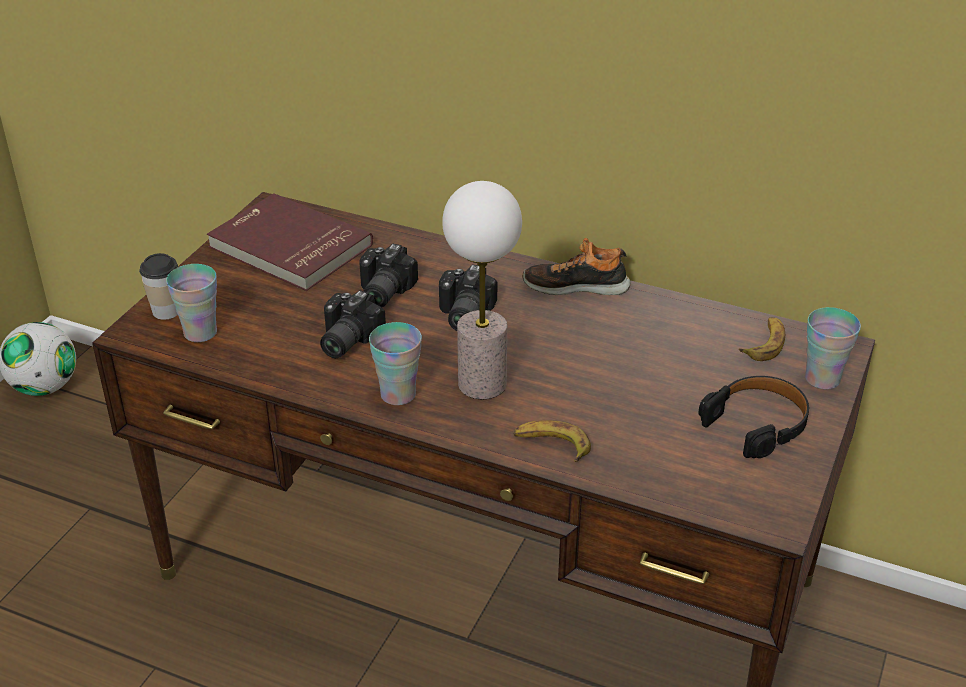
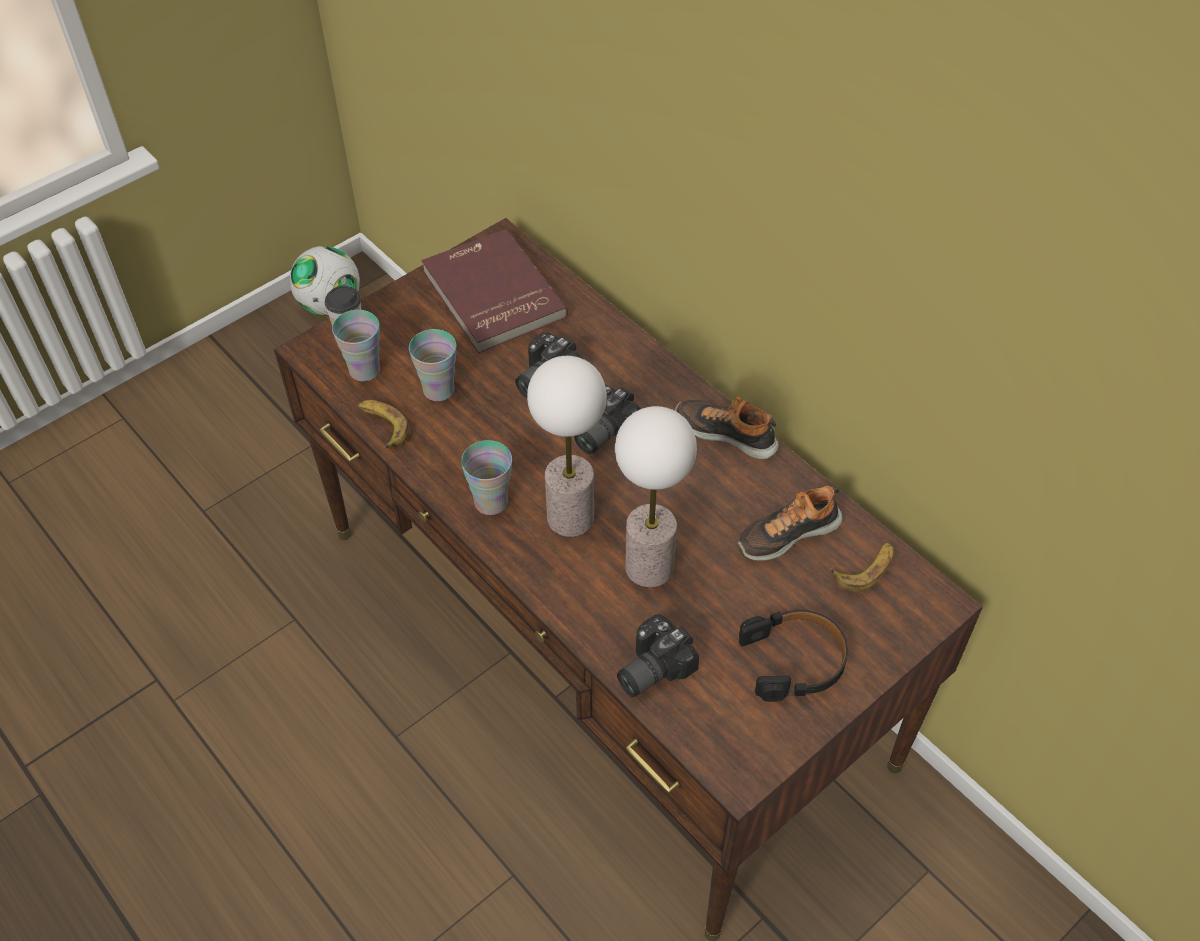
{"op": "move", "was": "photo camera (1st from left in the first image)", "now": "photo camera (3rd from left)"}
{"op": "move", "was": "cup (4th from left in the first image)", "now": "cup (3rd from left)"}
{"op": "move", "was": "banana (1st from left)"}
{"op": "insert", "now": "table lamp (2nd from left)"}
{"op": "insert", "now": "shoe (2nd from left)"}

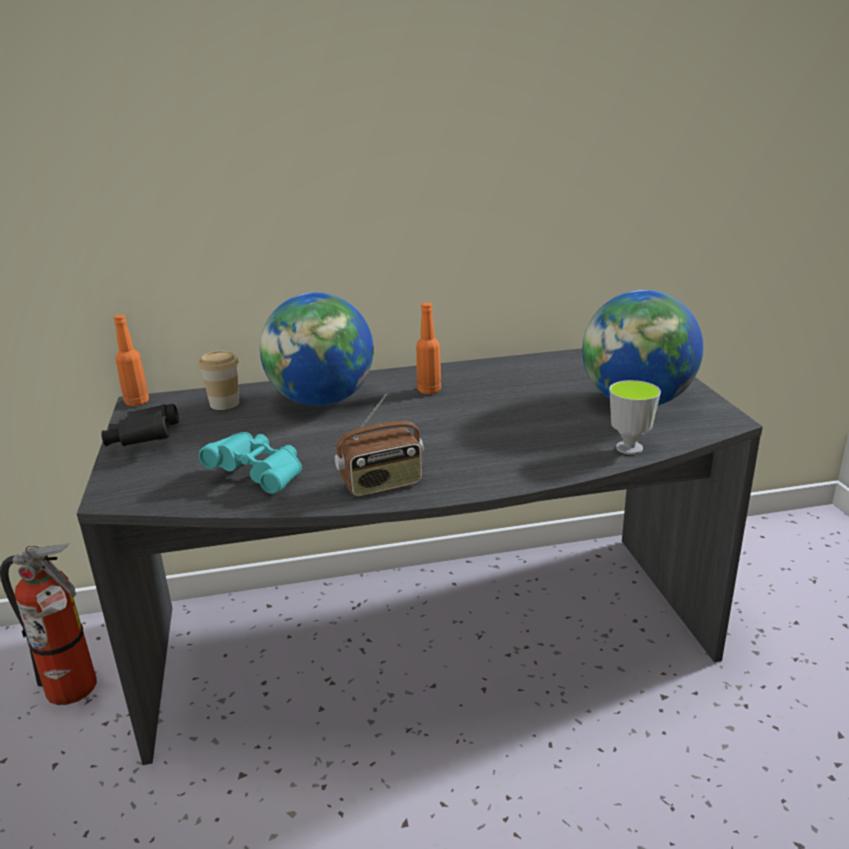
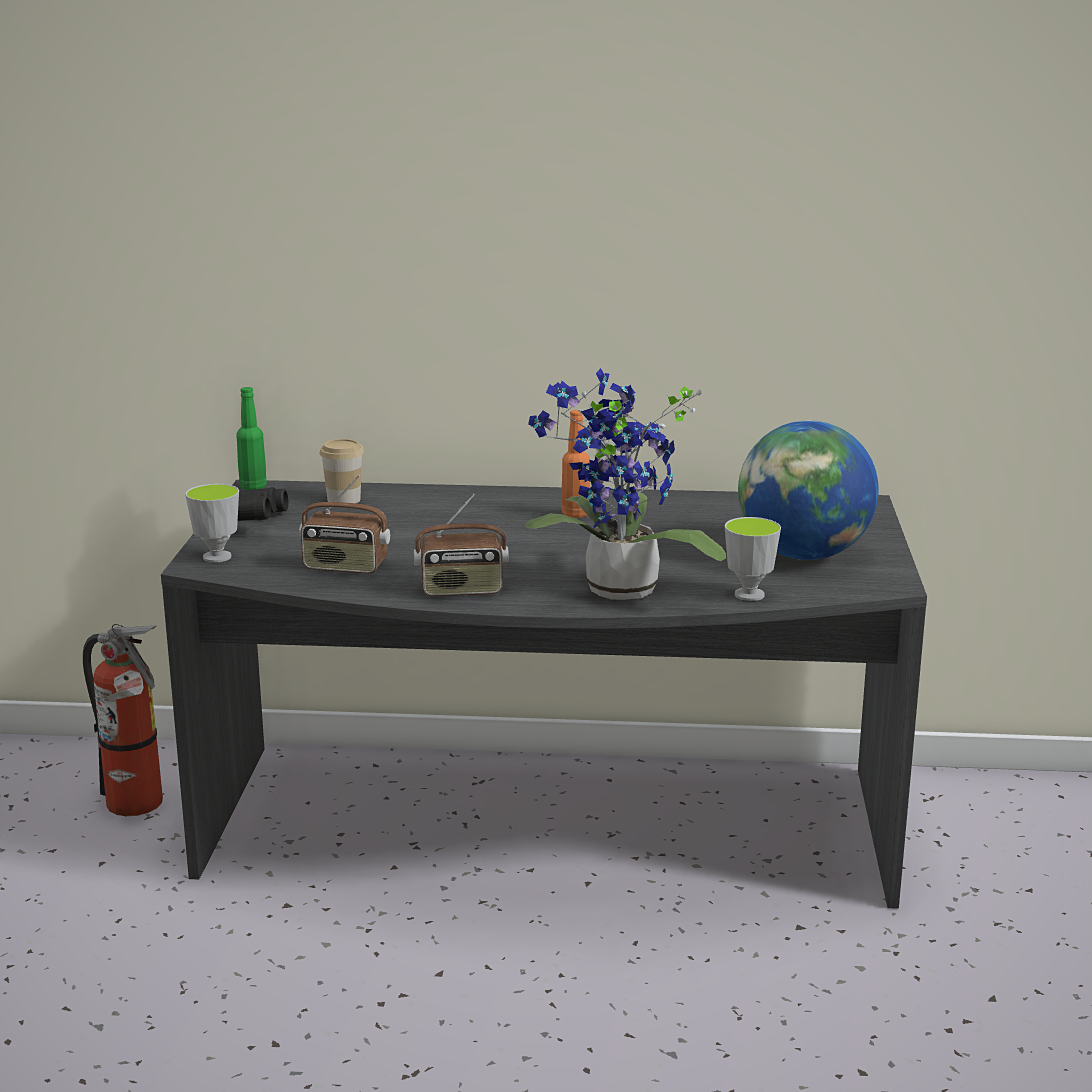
{"op": "delete", "was": "globe (1st from left)"}
{"op": "recolor", "was": "orange bottle (1st from left)", "now": "green bottle"}
{"op": "replace", "was": "turquoise binoculars", "now": "radio (1st from left)"}
{"op": "insert", "now": "potted plant"}
{"op": "insert", "now": "cup (1st from left)"}

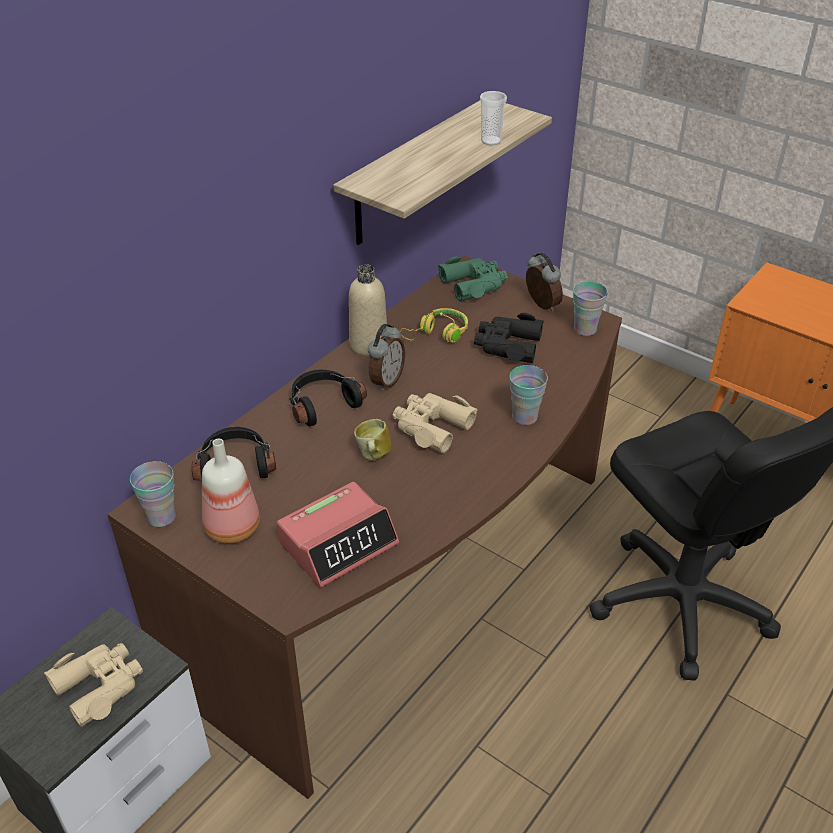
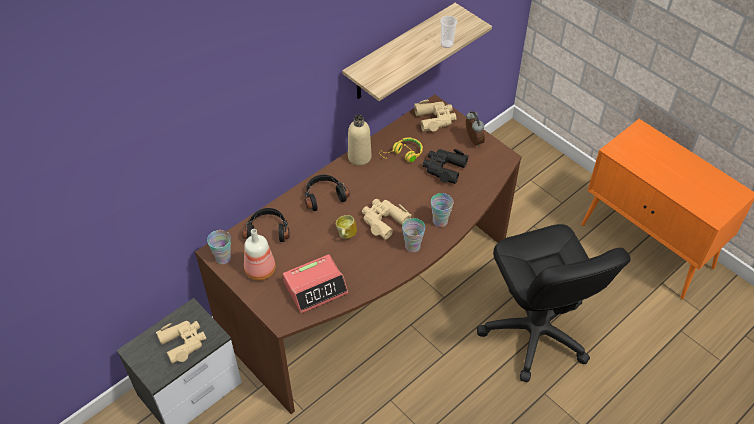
{"op": "recolor", "was": "green binoculars", "now": "beige binoculars (3rd from left)"}
{"op": "move", "was": "cup (4th from left in the first image)", "now": "cup (2nd from left)"}
{"op": "delete", "was": "alarm clock (2nd from left)"}

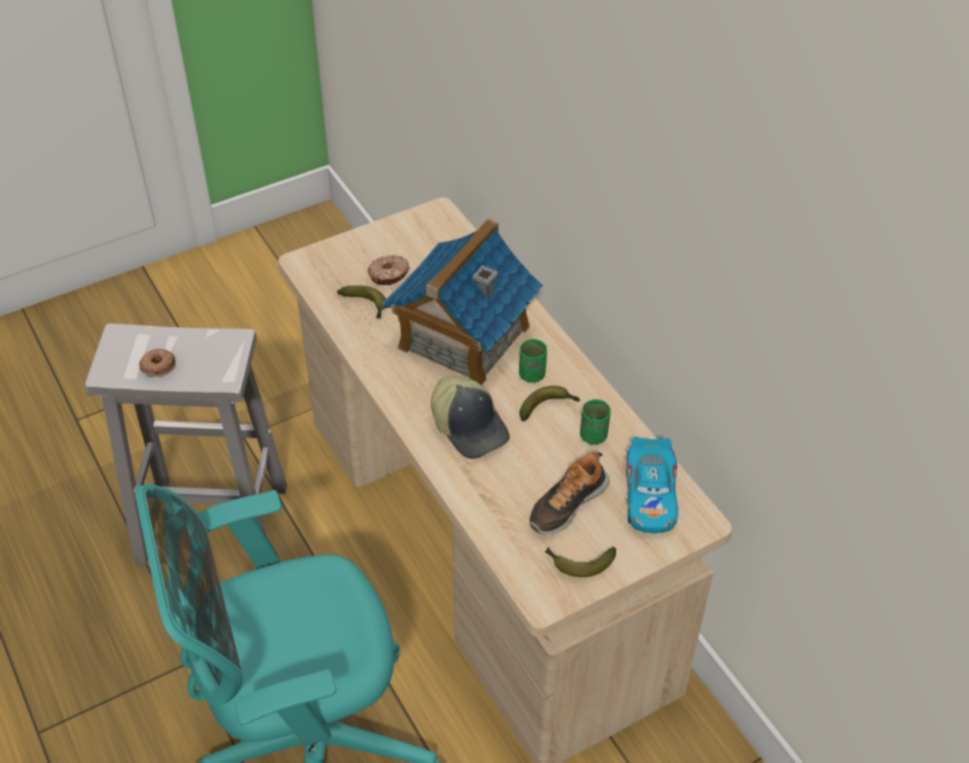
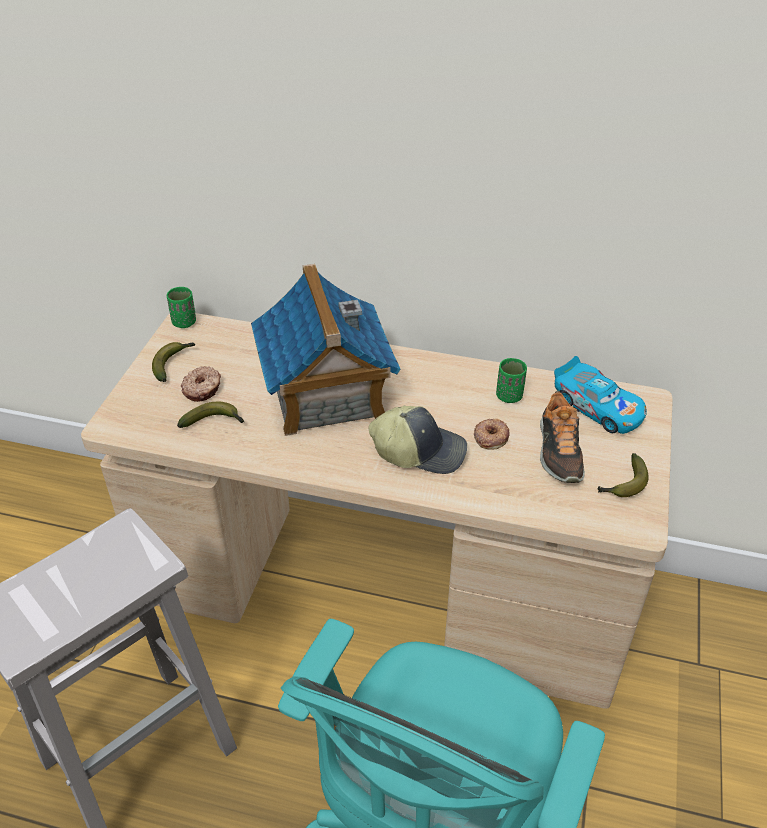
{"op": "move", "was": "green cup (1st from left)"}
{"op": "move", "was": "donut (1st from left in the first image)", "now": "donut (2nd from left)"}
{"op": "move", "was": "banana (2nd from left in the first image)", "now": "banana (1st from left)"}

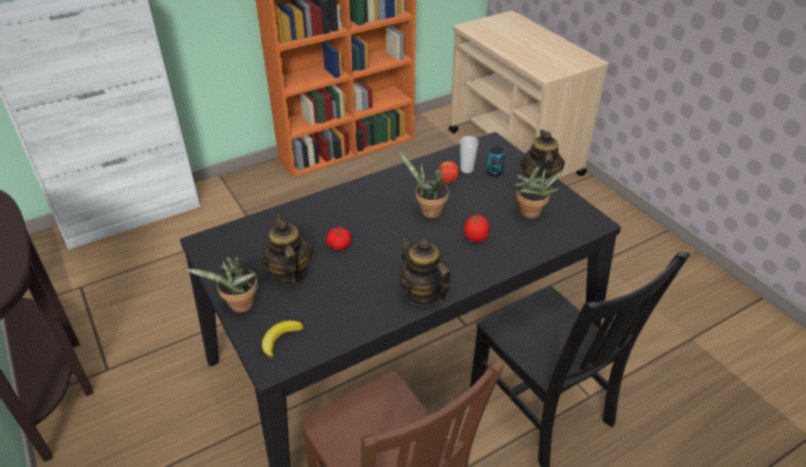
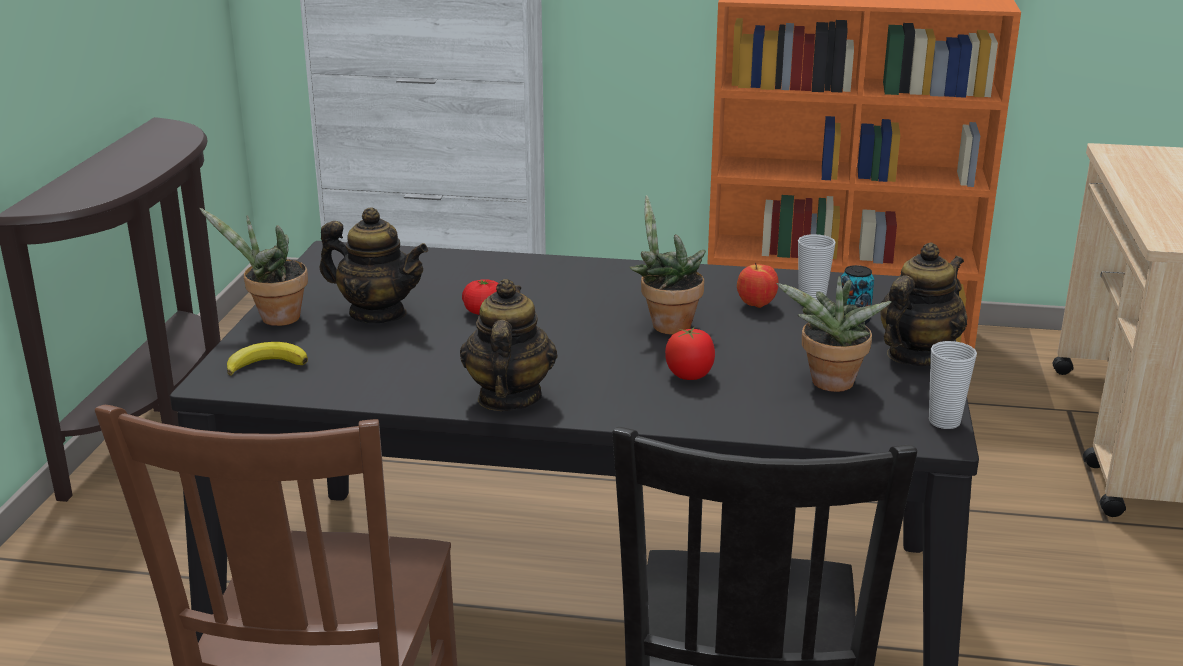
{"op": "rotate", "was": "teapot (1st from left)", "clockwise": 90}
{"op": "insert", "now": "cup (2nd from left)"}

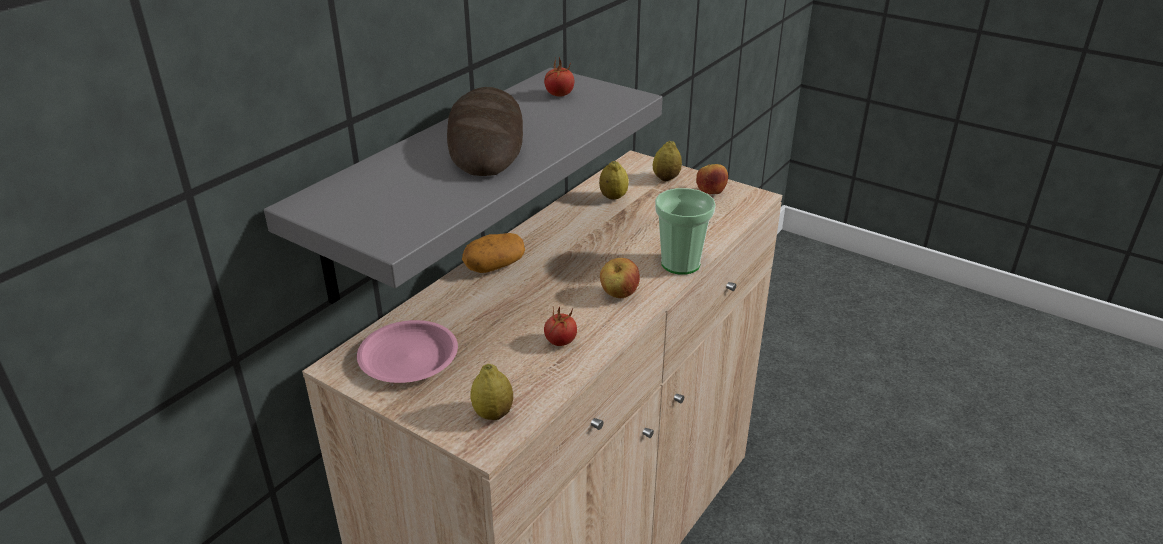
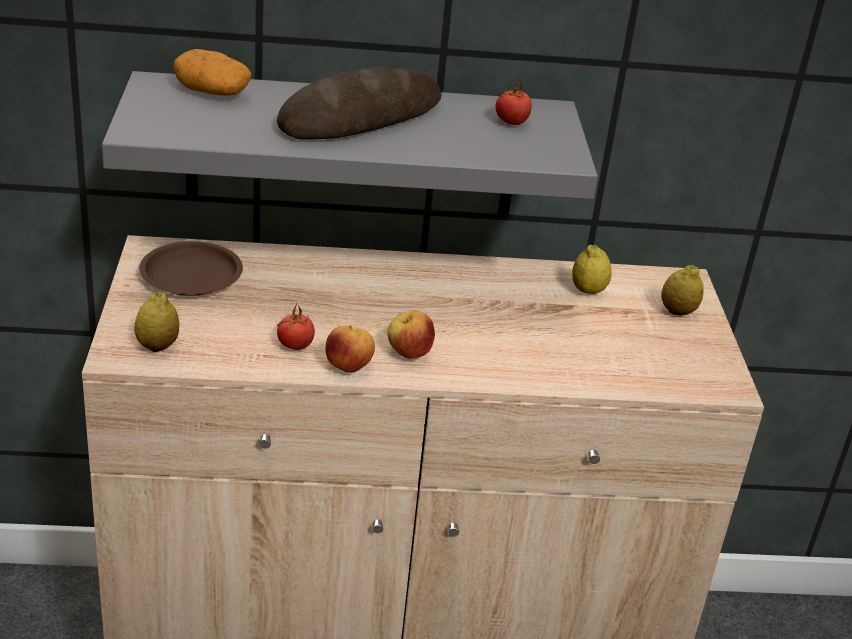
{"op": "move", "was": "apple (2nd from left in the first image)", "now": "apple (1st from left)"}
{"op": "delete", "was": "cup"}
{"op": "move", "was": "potato"}
{"op": "recolor", "was": "pink plate", "now": "brown plate"}

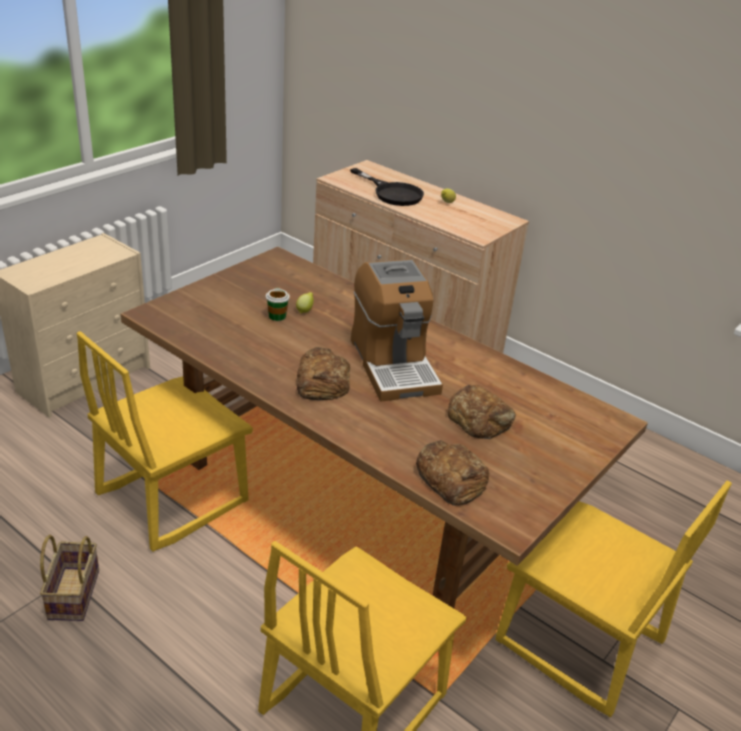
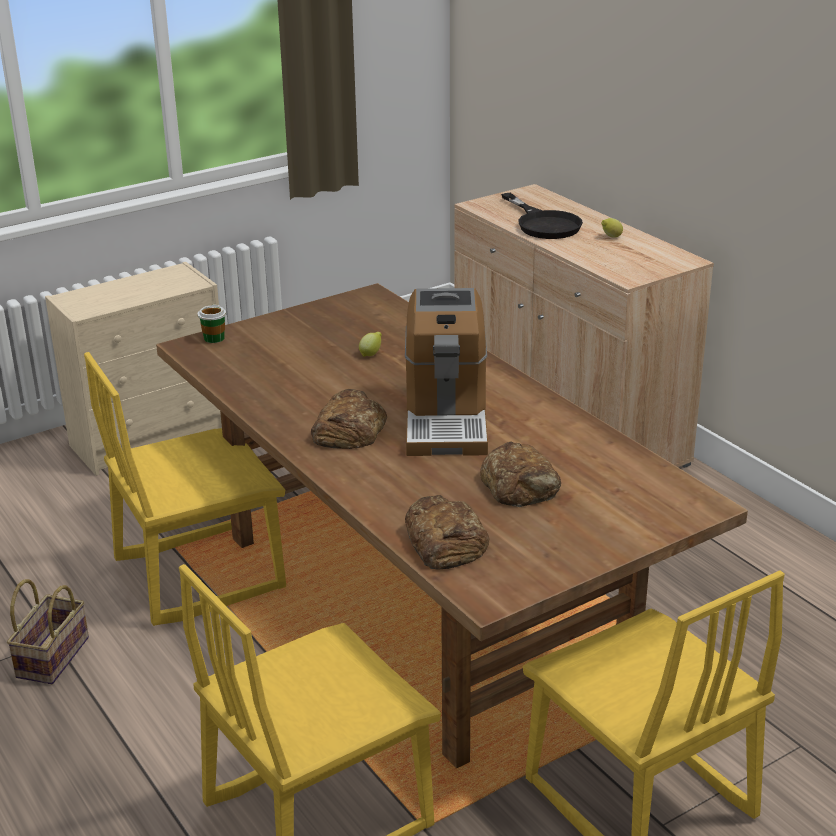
{"op": "move", "was": "cup"}

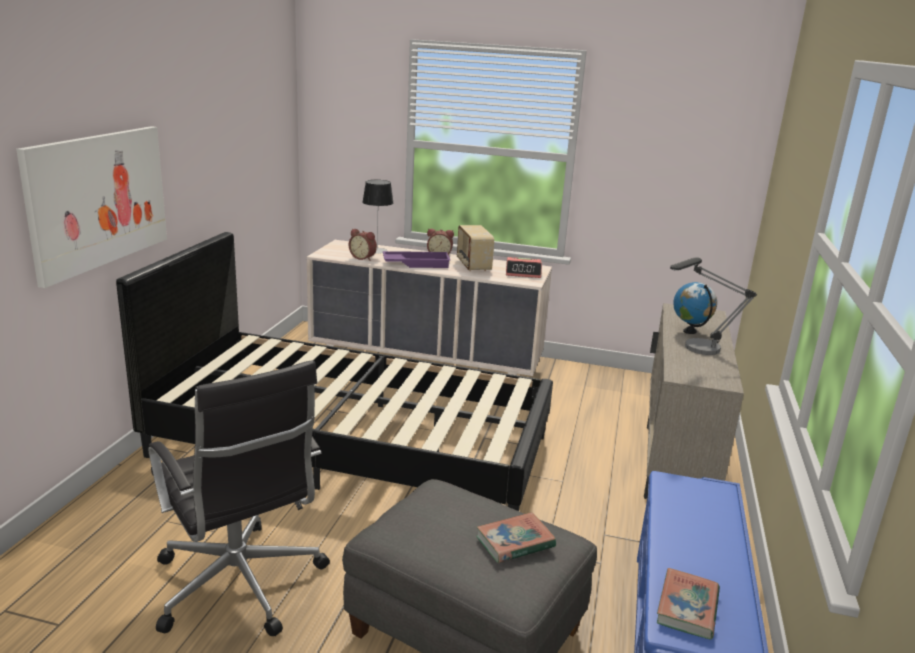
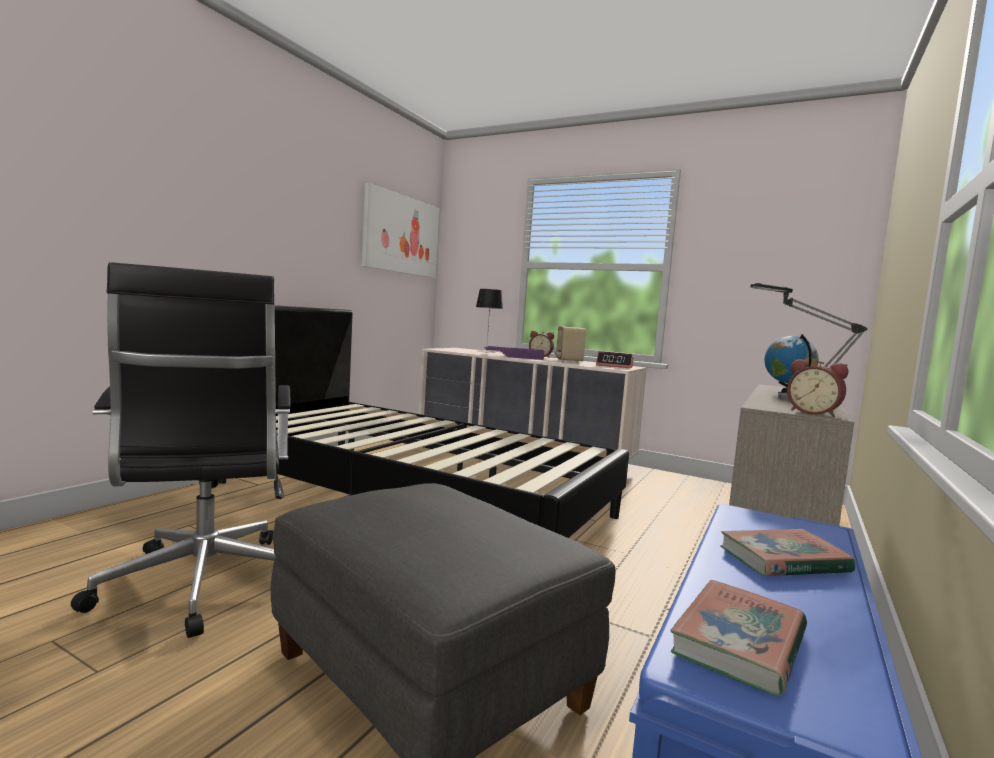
{"op": "move", "was": "picture"}
{"op": "move", "was": "alarm clock (1st from left in the first image)", "now": "alarm clock (3rd from left)"}
{"op": "move", "was": "book (1st from left in the first image)", "now": "book (2nd from left)"}

